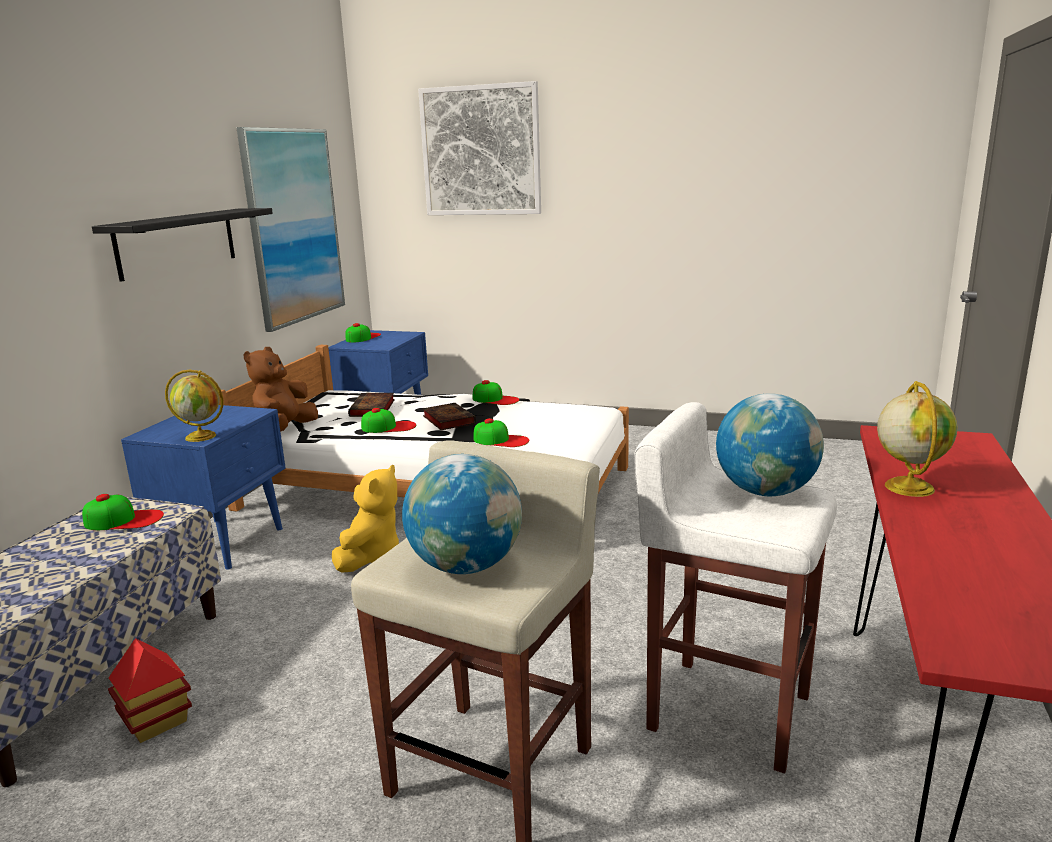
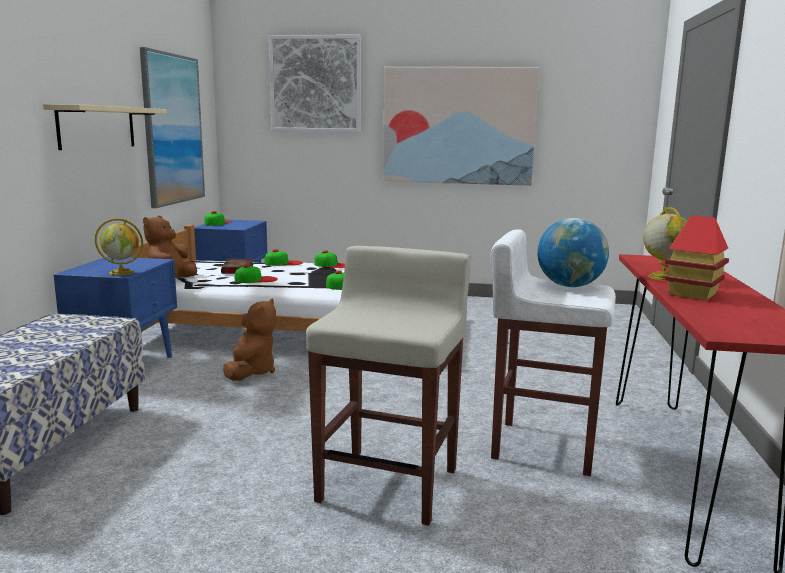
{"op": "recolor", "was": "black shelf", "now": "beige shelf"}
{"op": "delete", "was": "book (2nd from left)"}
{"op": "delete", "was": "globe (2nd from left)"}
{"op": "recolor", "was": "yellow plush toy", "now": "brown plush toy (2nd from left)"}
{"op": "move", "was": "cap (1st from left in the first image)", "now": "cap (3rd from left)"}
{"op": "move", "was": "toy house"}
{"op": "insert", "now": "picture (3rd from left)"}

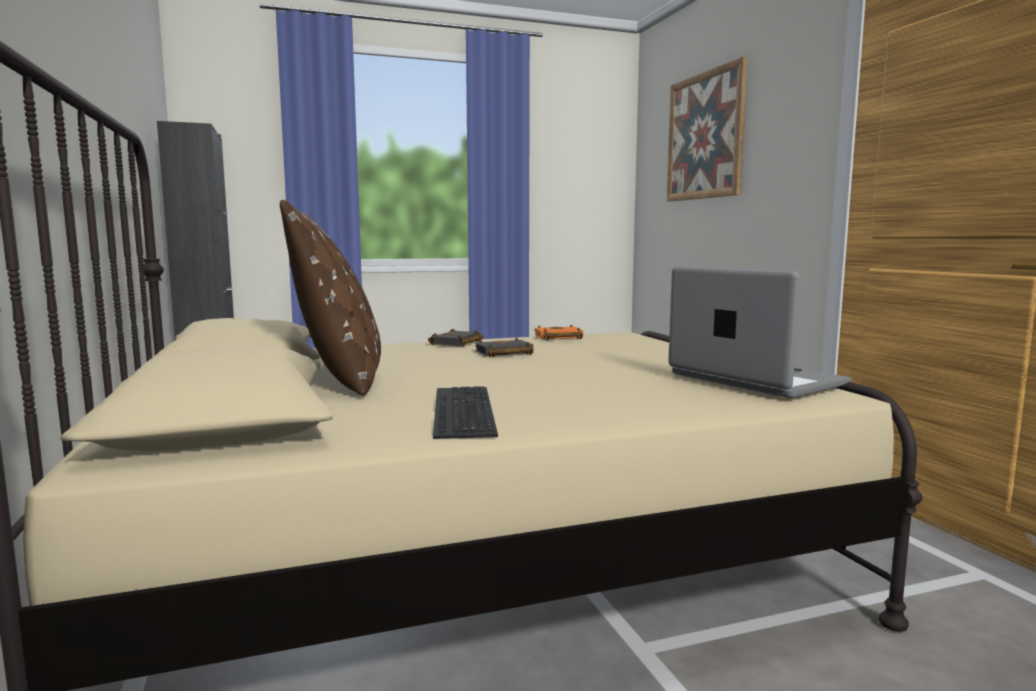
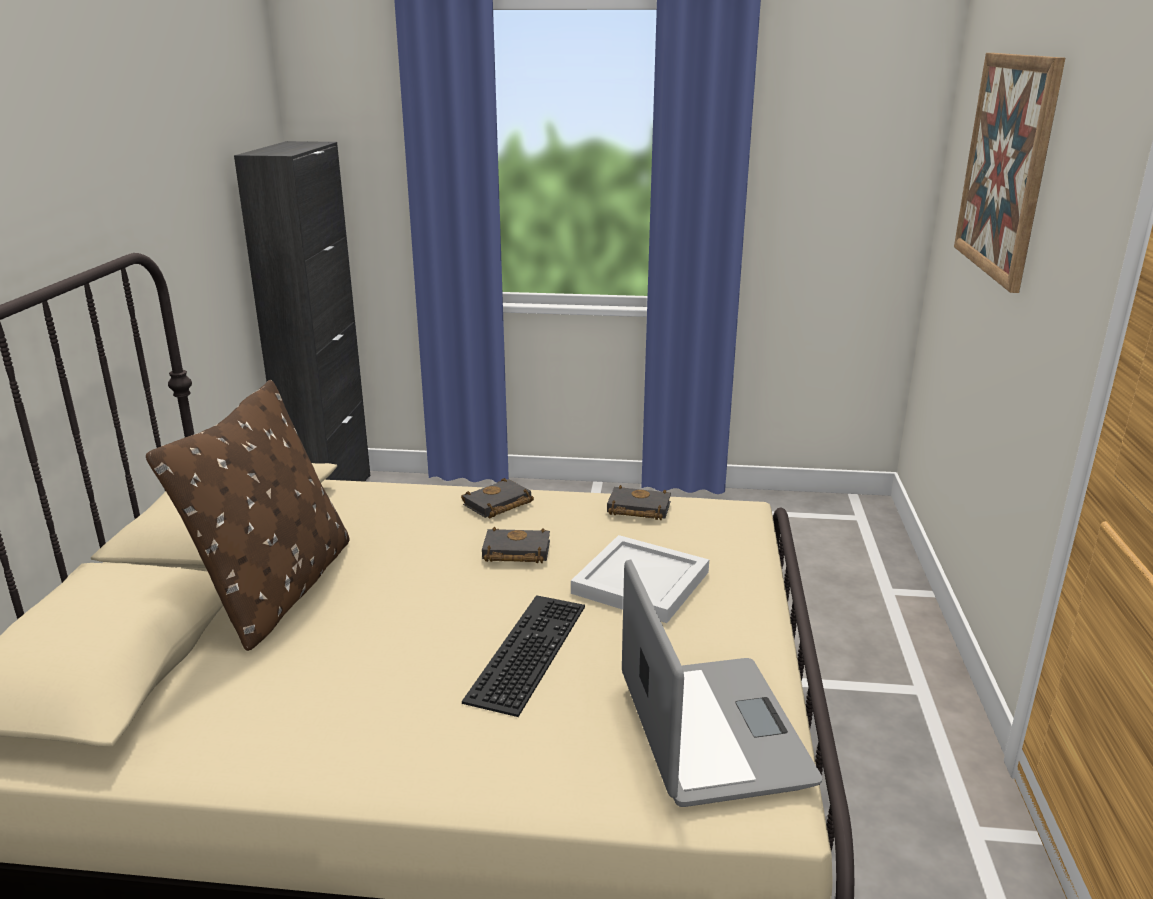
{"op": "recolor", "was": "orange book", "now": "black book (3rd from left)"}
{"op": "move", "was": "keyboard"}
{"op": "insert", "now": "white tray"}

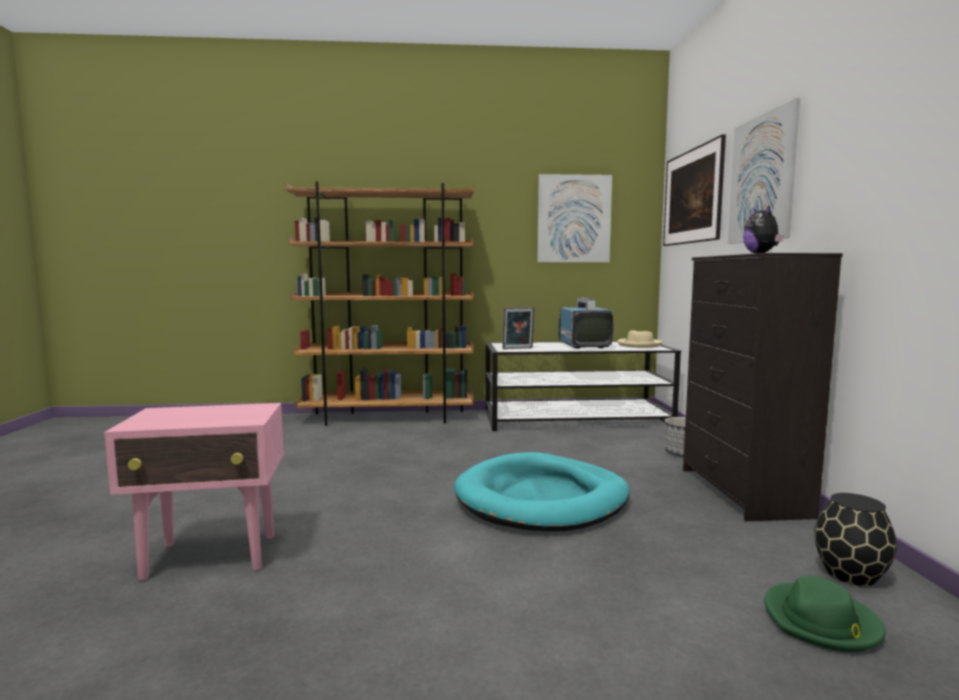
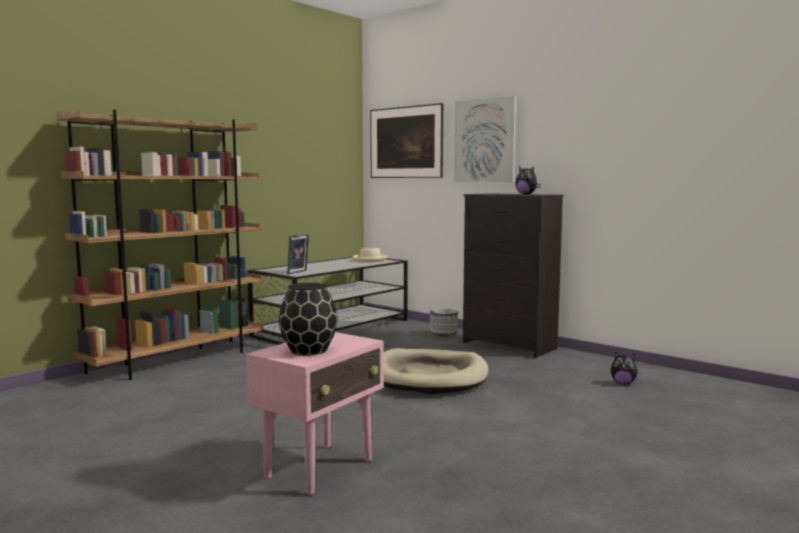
{"op": "delete", "was": "picture (1st from left)"}
{"op": "delete", "was": "television"}
{"op": "recolor", "was": "turquoise dog bed", "now": "beige dog bed"}
{"op": "move", "was": "black vase"}
{"op": "replace", "was": "green hat", "now": "plush toy (2nd from left)"}

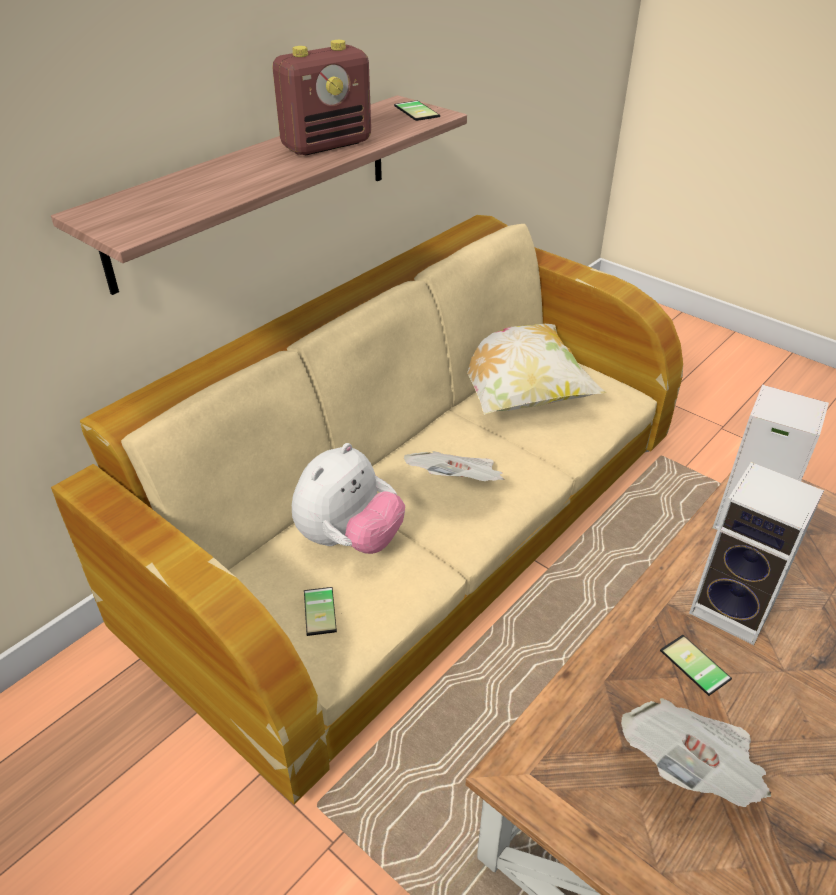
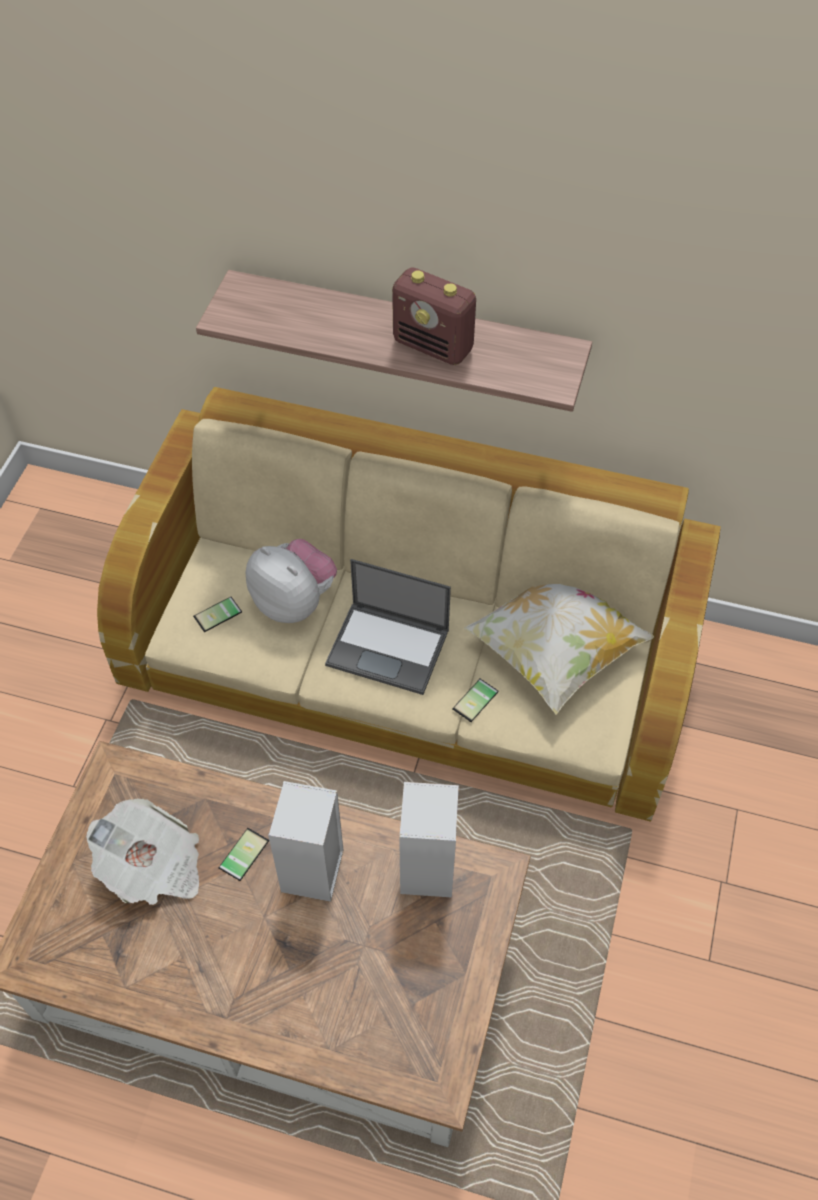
{"op": "move", "was": "phone (2nd from left in the first image)", "now": "phone (3rd from left)"}
{"op": "rotate", "was": "plush toy", "clockwise": -150}
{"op": "replace", "was": "newspaper (1st from left)", "now": "laptop"}

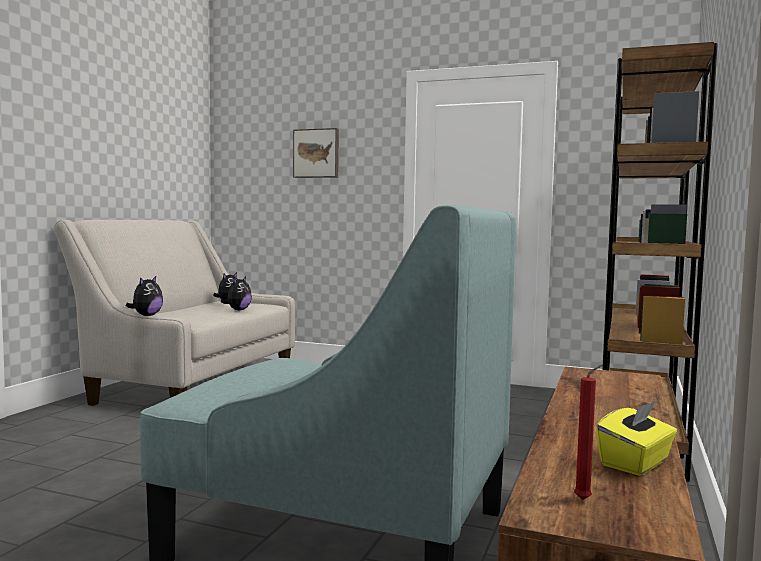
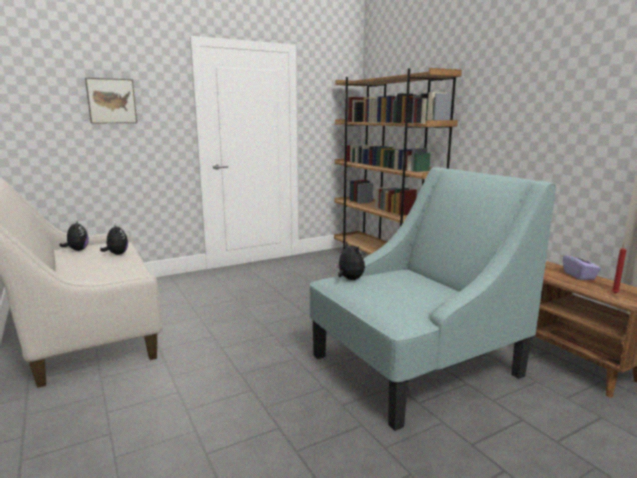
{"op": "move", "was": "plush toy (1st from left in the first image)", "now": "plush toy (3rd from left)"}
{"op": "recolor", "was": "yellow tissue box", "now": "purple tissue box"}

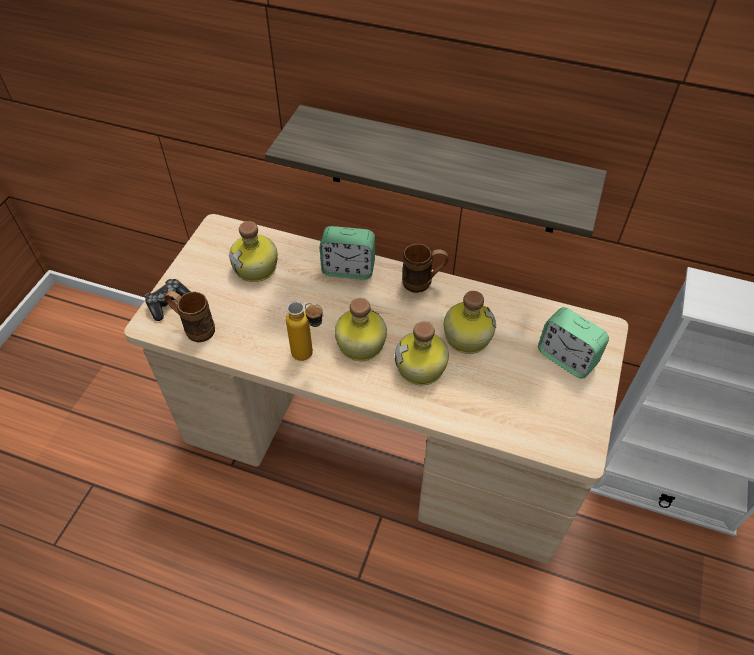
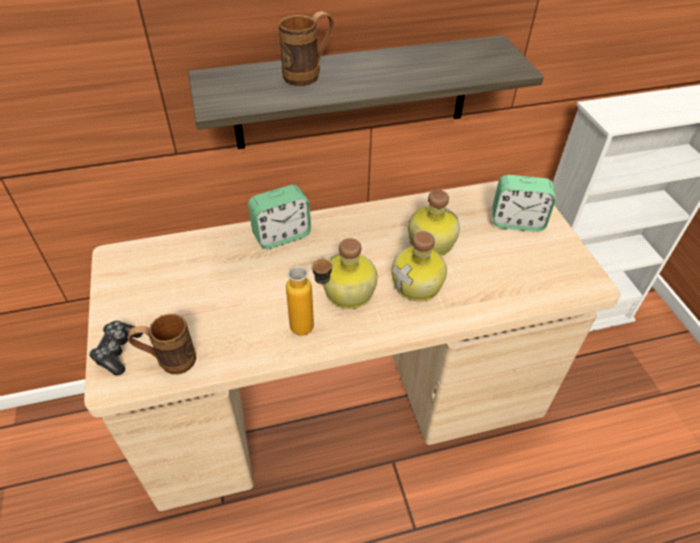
{"op": "delete", "was": "bottle (1st from left)"}
{"op": "move", "was": "brown mug (2nd from left)"}

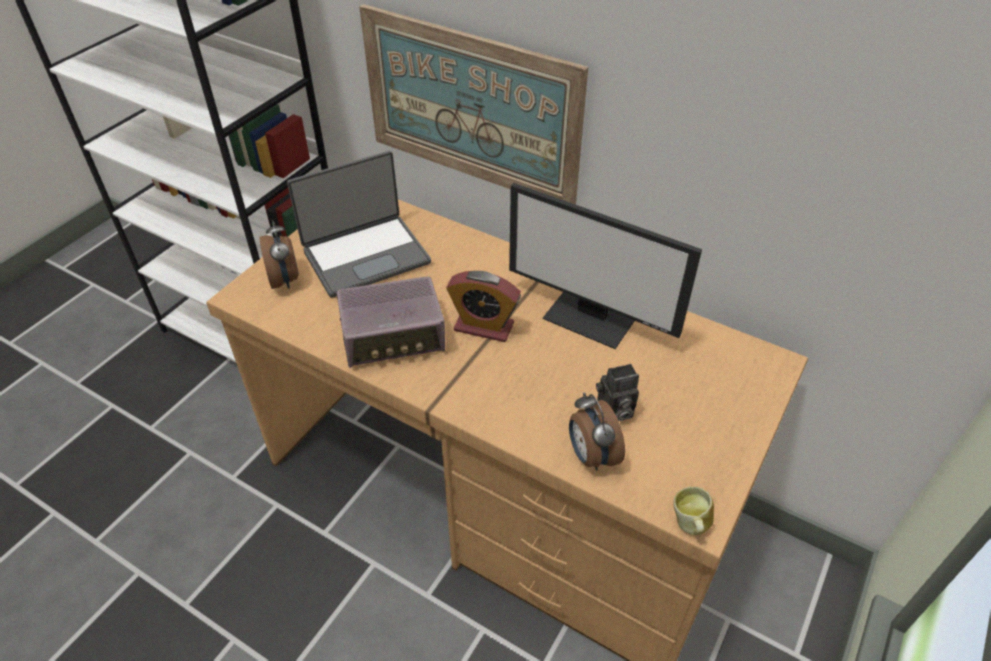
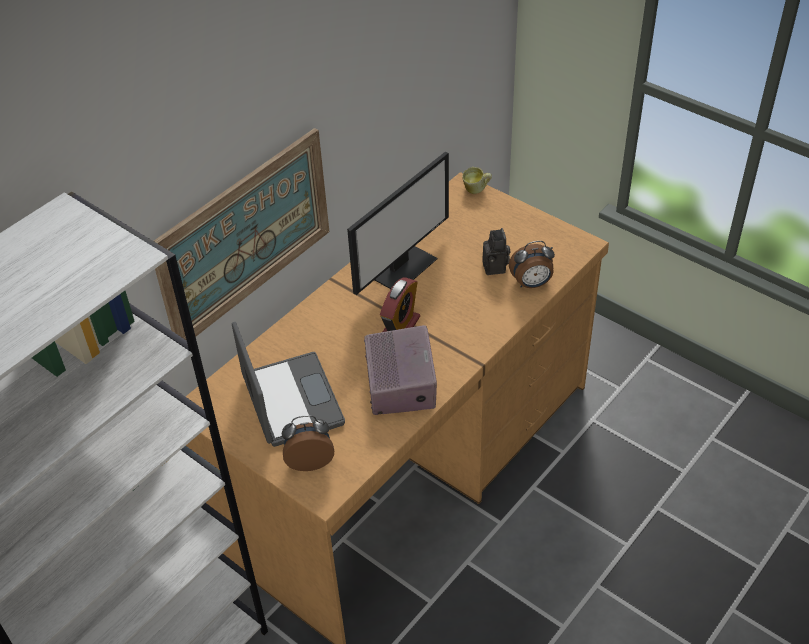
{"op": "move", "was": "mug"}

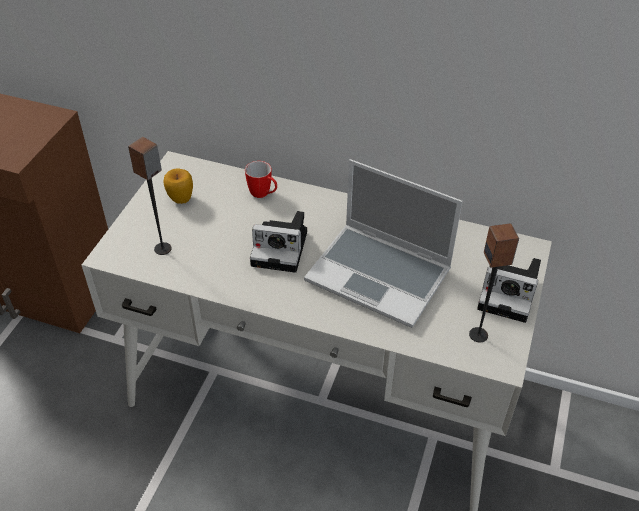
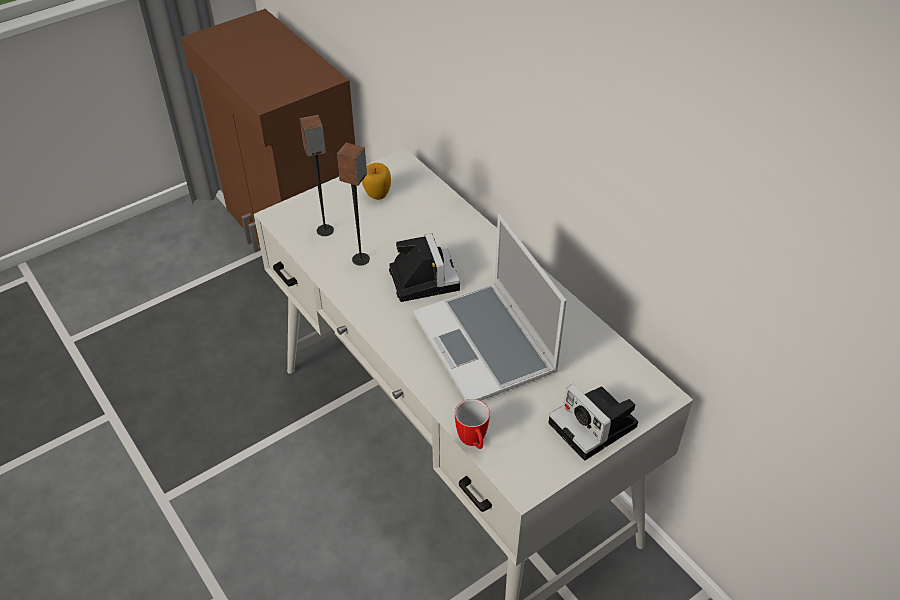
{"op": "move", "was": "mug"}
{"op": "rotate", "was": "photo camera (1st from left)", "clockwise": -150}
{"op": "move", "was": "speaker (2nd from left)"}

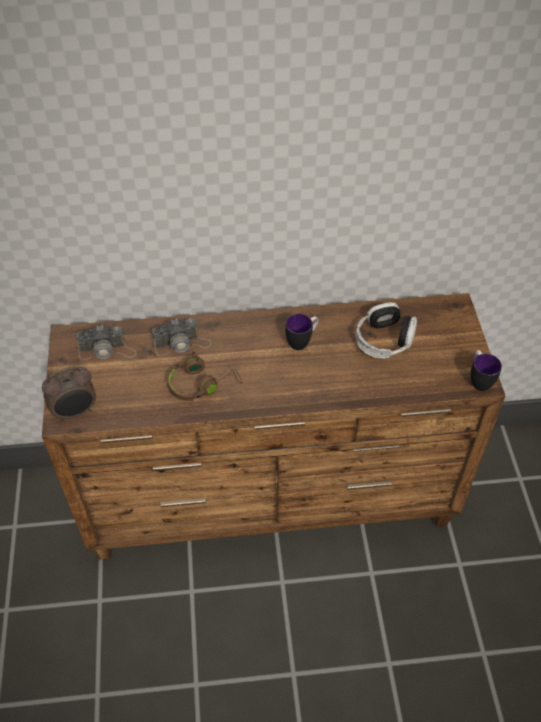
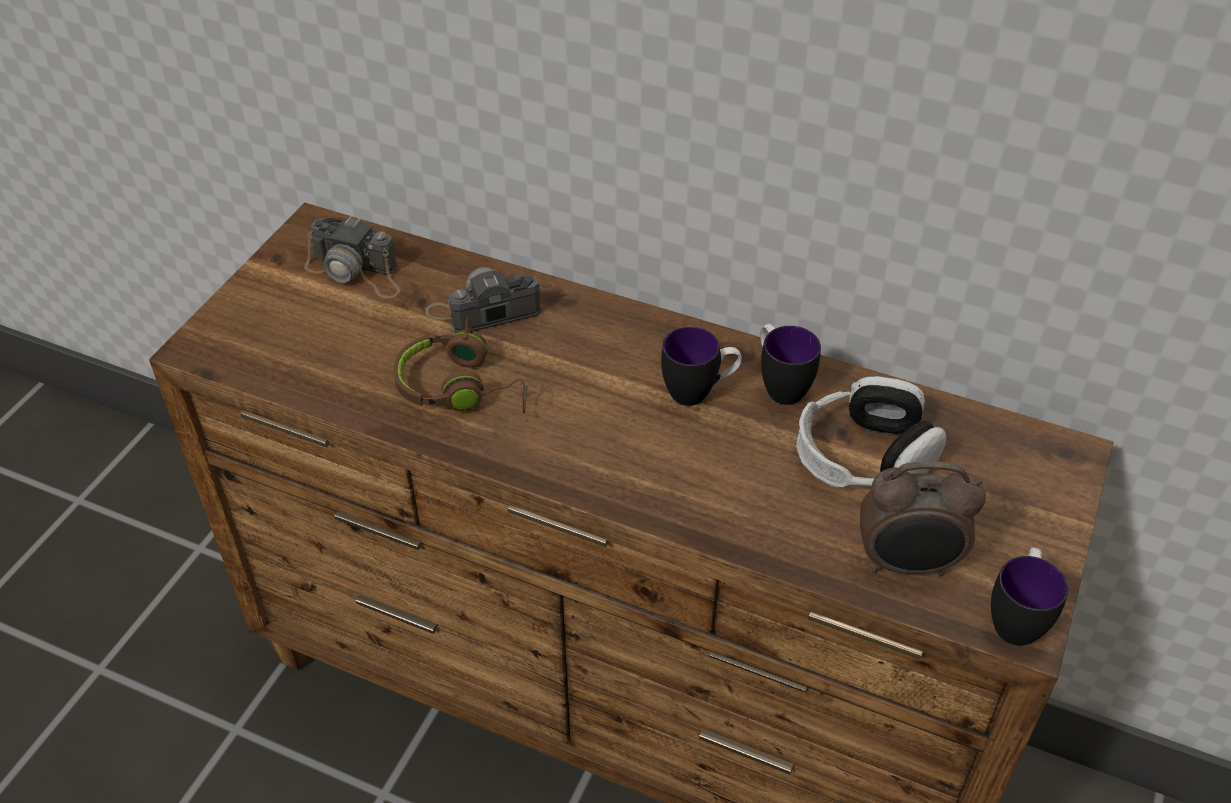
{"op": "rotate", "was": "photo camera (2nd from left)", "clockwise": 150}
{"op": "move", "was": "alarm clock"}
{"op": "insert", "now": "mug (2nd from left)"}

